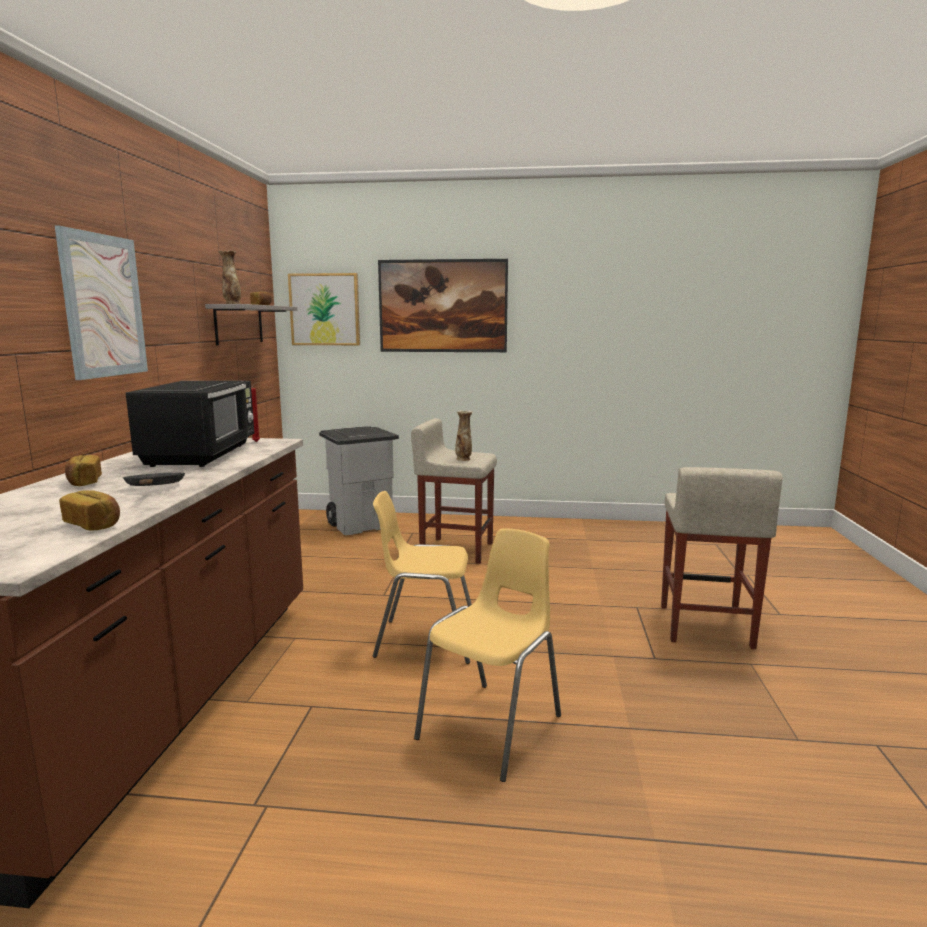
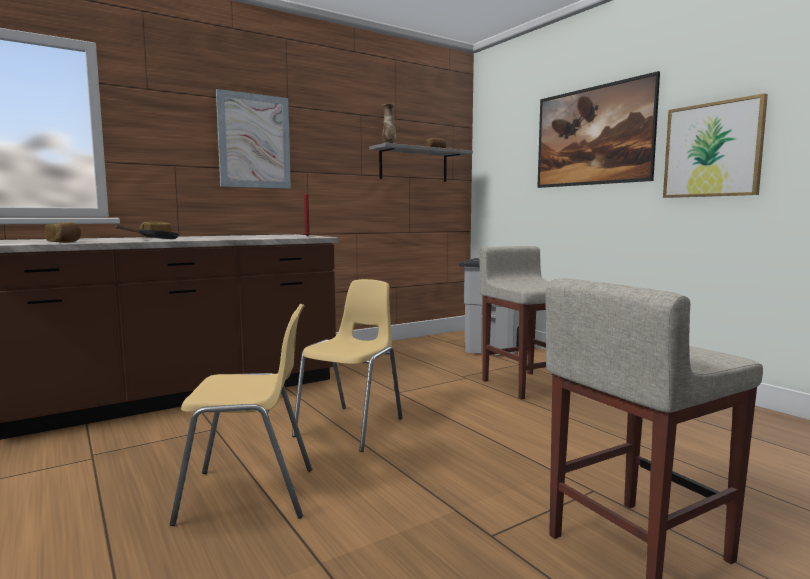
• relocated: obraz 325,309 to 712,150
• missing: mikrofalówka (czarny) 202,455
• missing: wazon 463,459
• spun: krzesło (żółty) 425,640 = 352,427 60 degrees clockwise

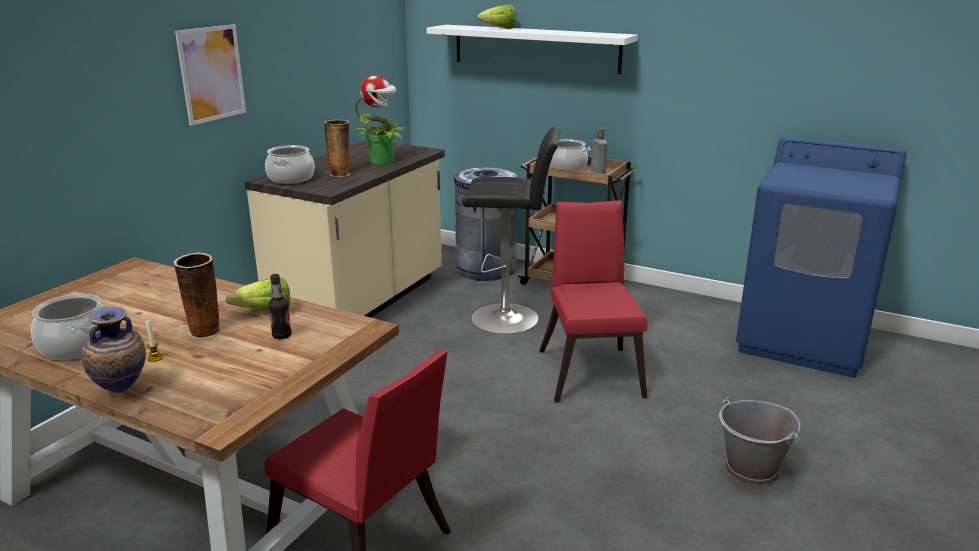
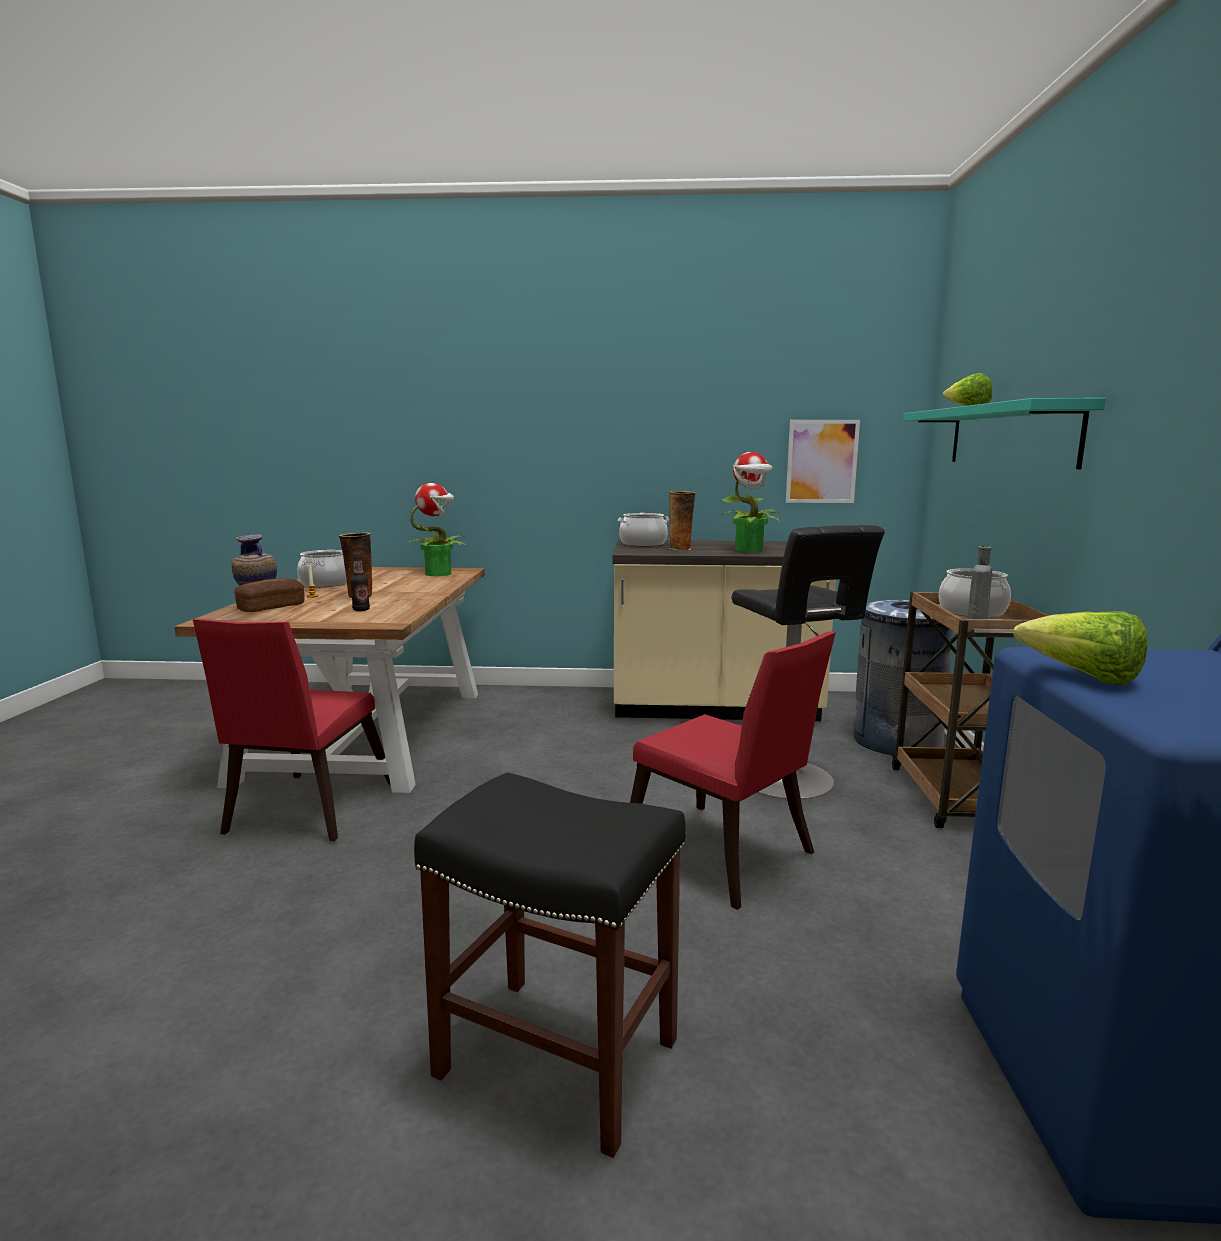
• relocated: obraz 211,74 to 822,461
• colour: półka (biały) 535,48 to półka (turkusowy) 1009,436
• spun: krzesło (czerwony) 590,369 = 724,858 75 degrees clockwise
• relocated: sałata 266,312 to 1082,677
• exchanged: wiadro (szary) 751,472 to stołek (czarny) 554,1057
• appeared: roślina doniczkowa 439,574
• appeared: chleb 271,607

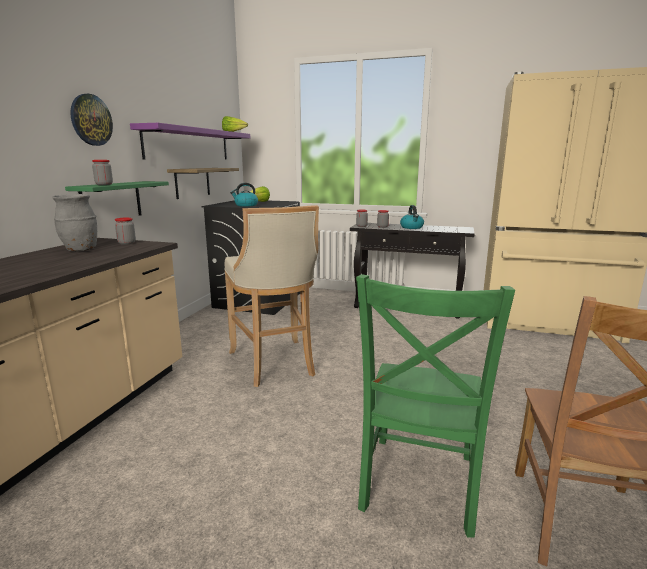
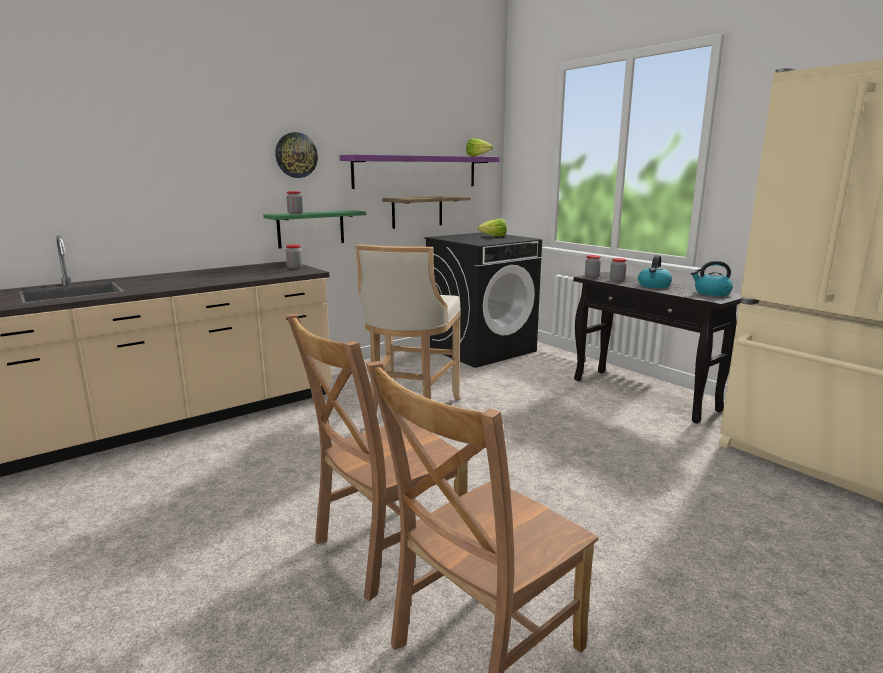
• relocated: czajnik 246,205 to 711,293
• missing: wazon (szary) 81,250
• colour: krzesło (zielony) 418,485 to krzesło (brązowy) 384,548

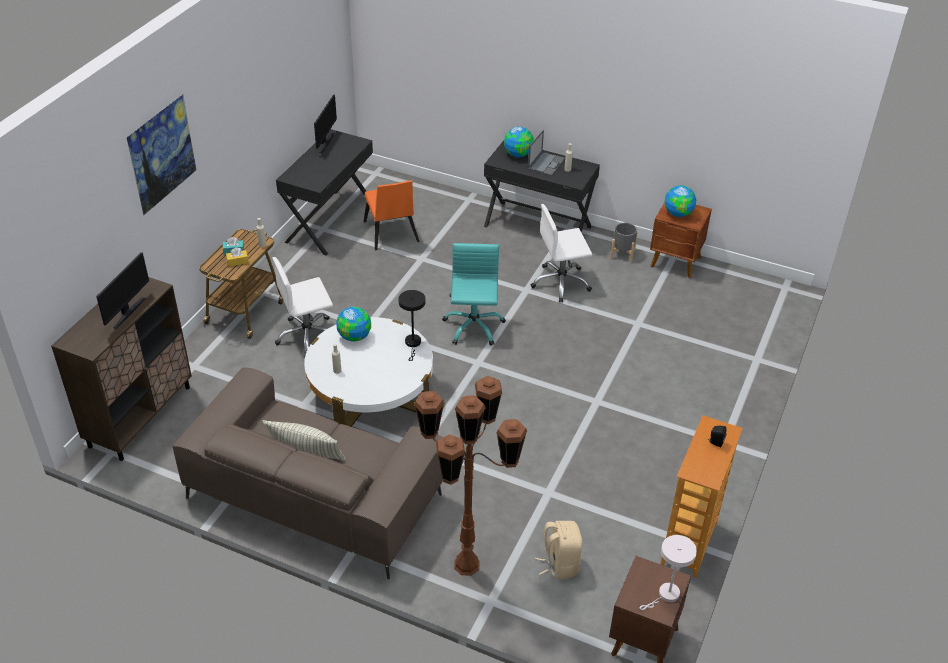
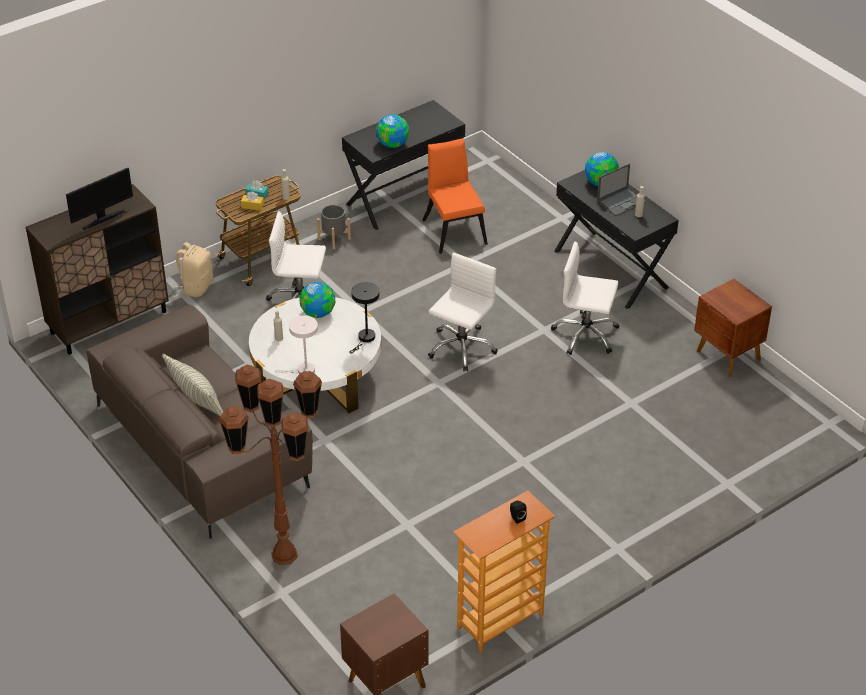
• missing: obraz 166,173
• missing: monitor 325,142
• spun: krzesło (pomarańczowy) 391,234 = 454,229 150 degrees clockwise
• relocated: globus 678,213 to 392,144
• relocated: donica (szary) 622,254 to 334,239
• colour: krzesło biurowe (turkusowy) 473,327 to krzesło biurowe (biały) 461,347
• relocated: plecak (beżowy) 559,564 to 196,287
• relocated: lampa stołowa (biały) 666,595 to 302,371

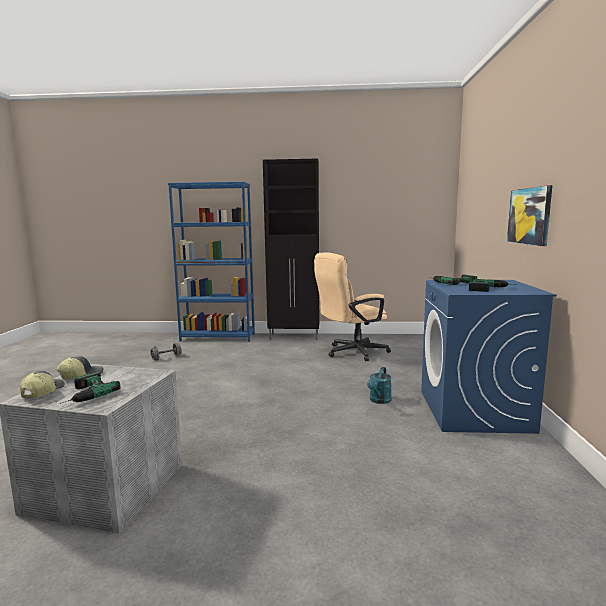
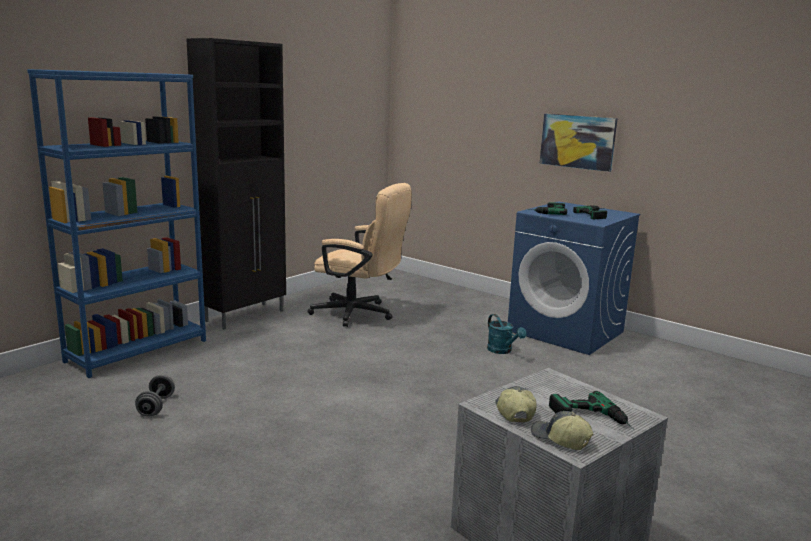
• spun: krzesło biurowe (beżowy) 351,352 = 359,314 75 degrees counterclockwise

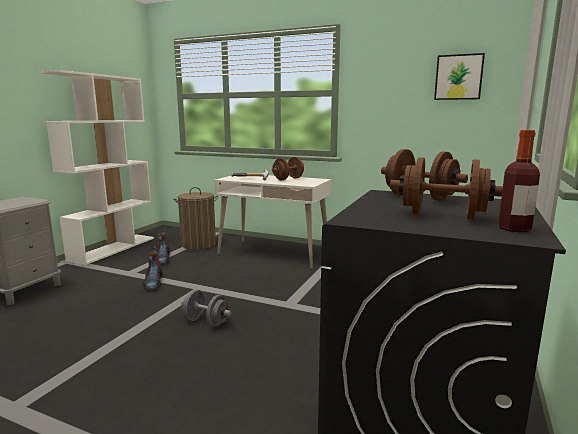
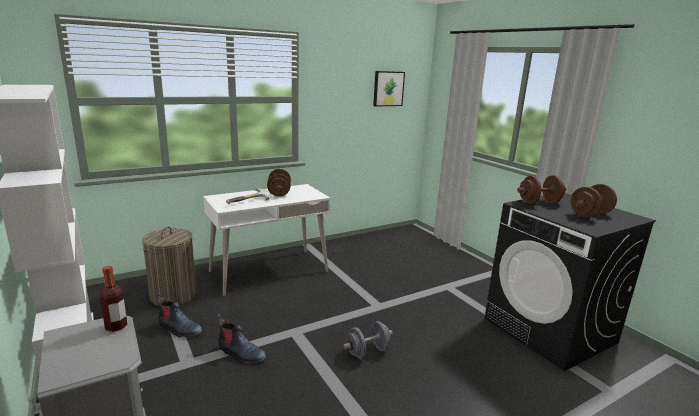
• relocated: butelka 514,229 to 116,326

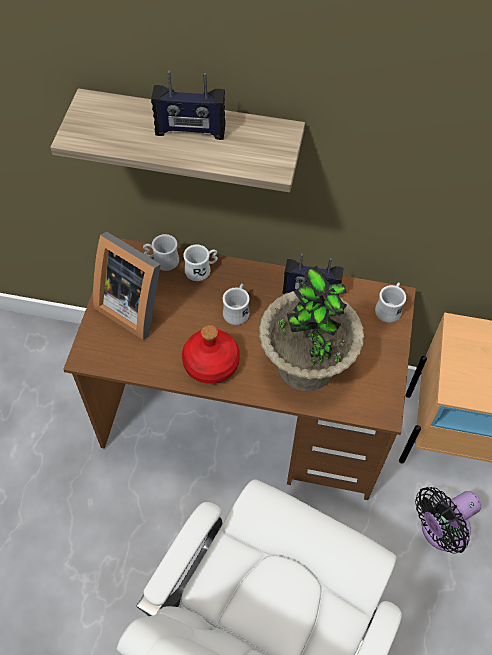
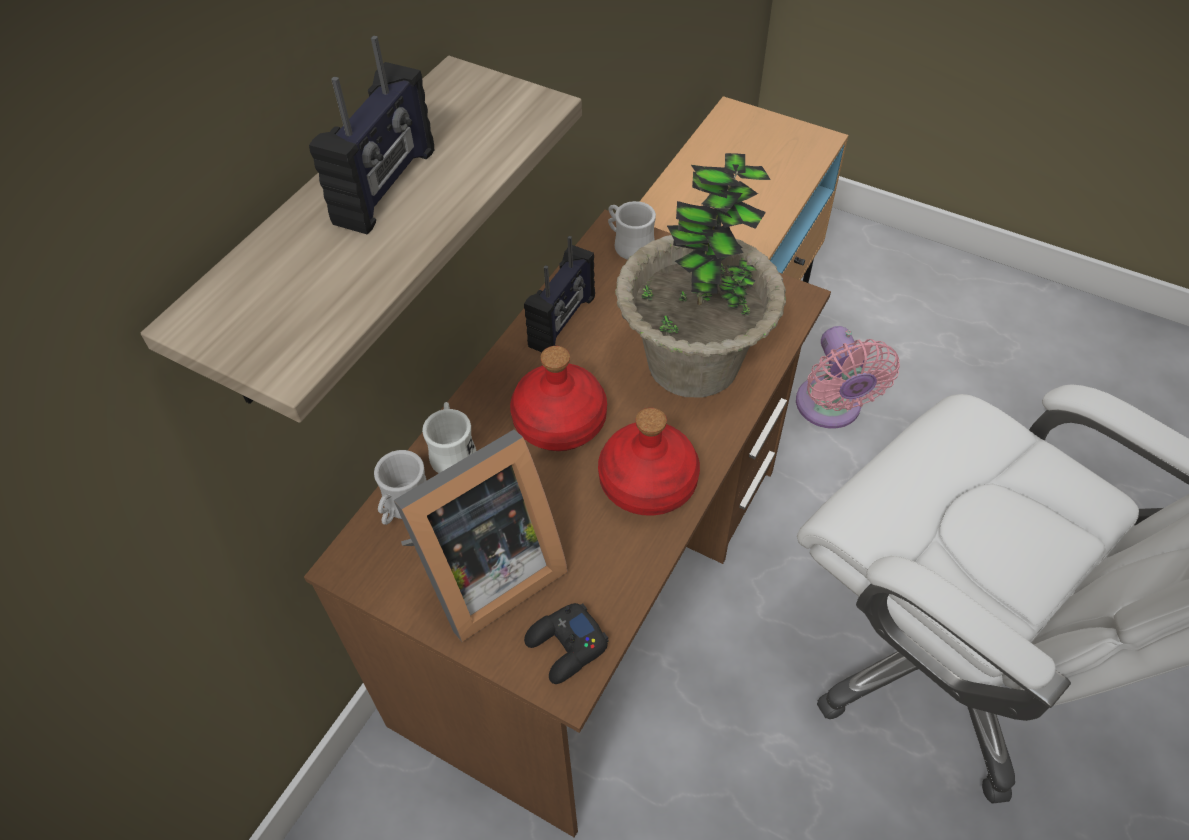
• exchanged: kubek (biały) 237,310 to butelka (czerwony) 558,422
• colour: wentylator (czarny) 440,530 to wentylator (różowy) 830,409
• appeared: pad do gier (czarny) 566,647

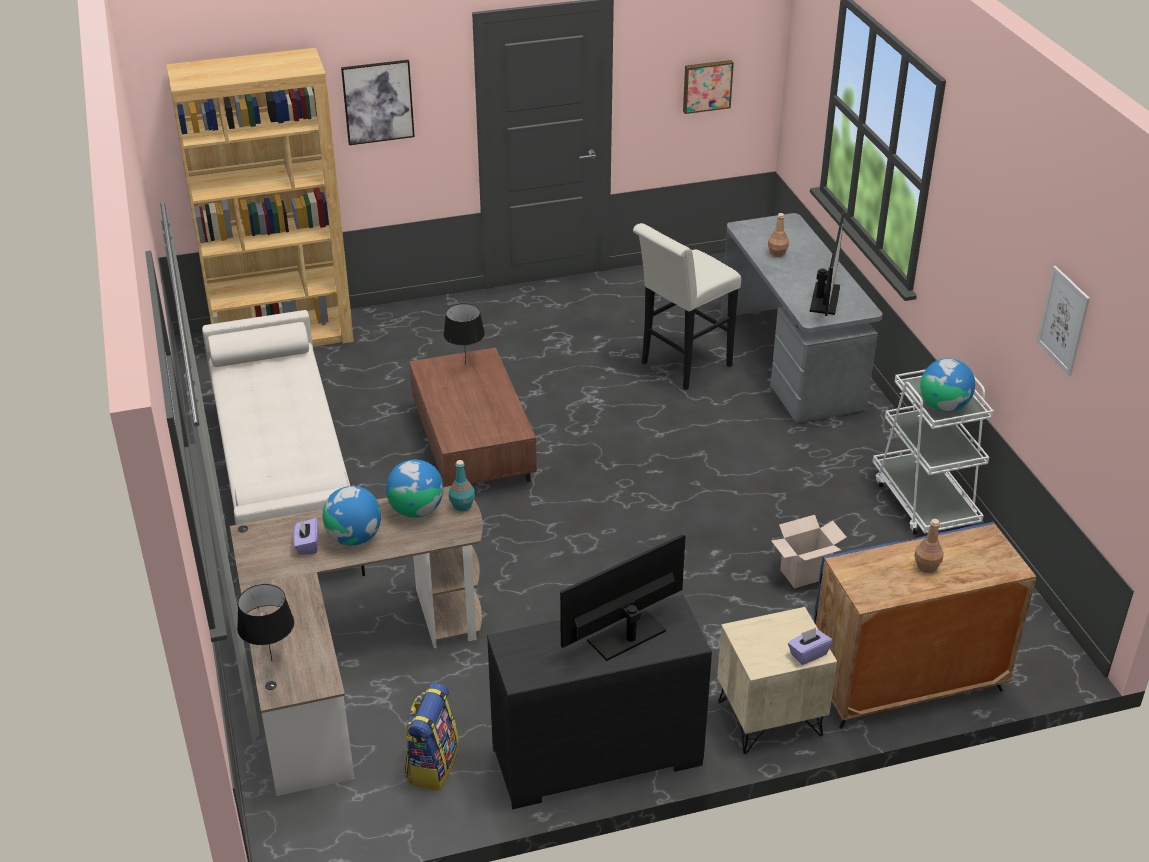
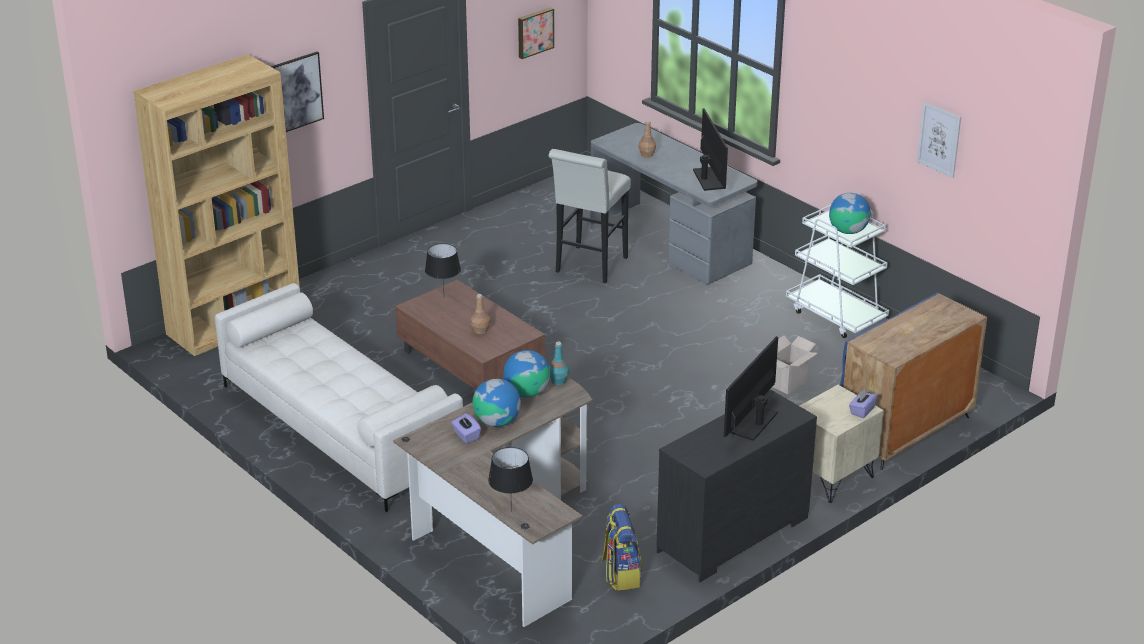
• relocated: butelka (brązowy) 927,566 to 480,330

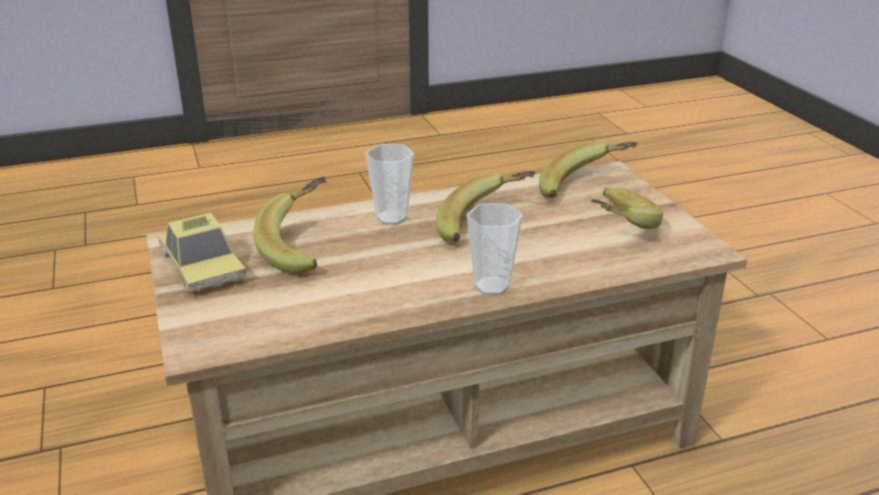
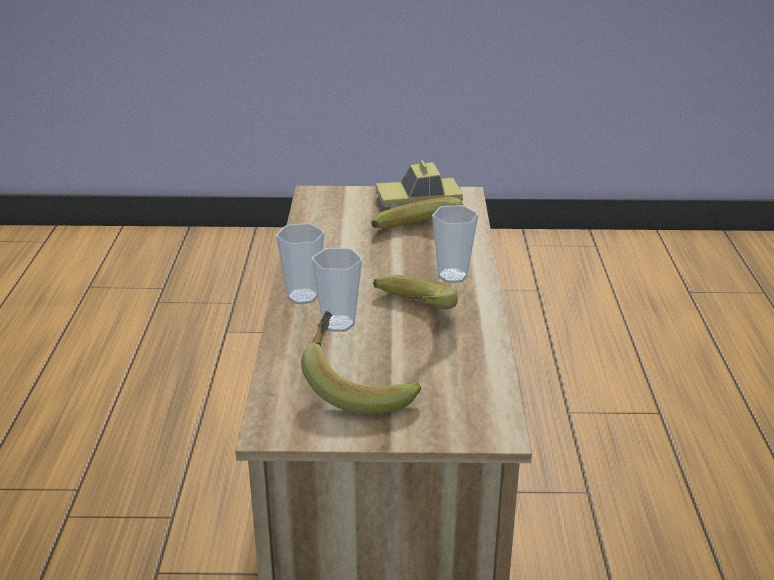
• missing: banan 585,189
• appeared: filiżanka 338,324

